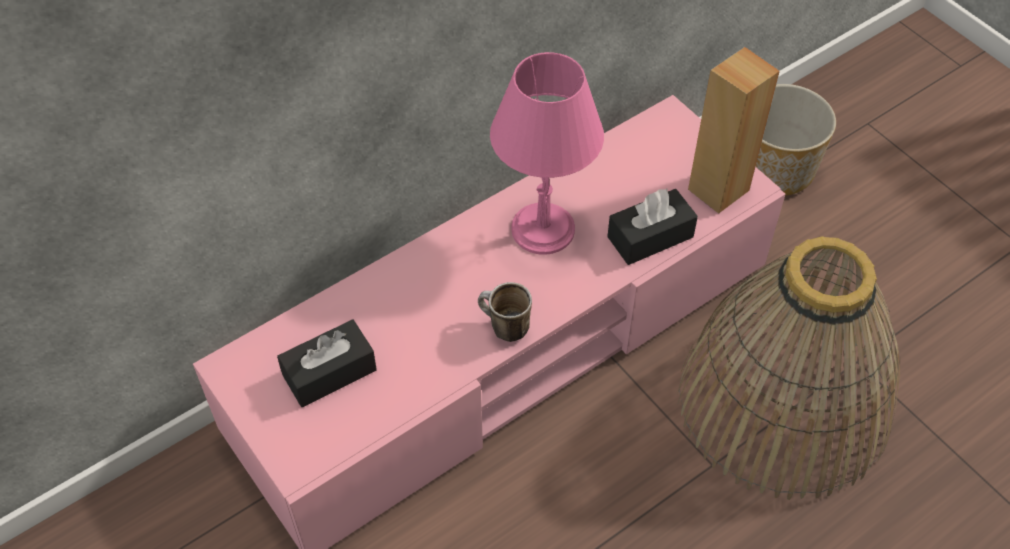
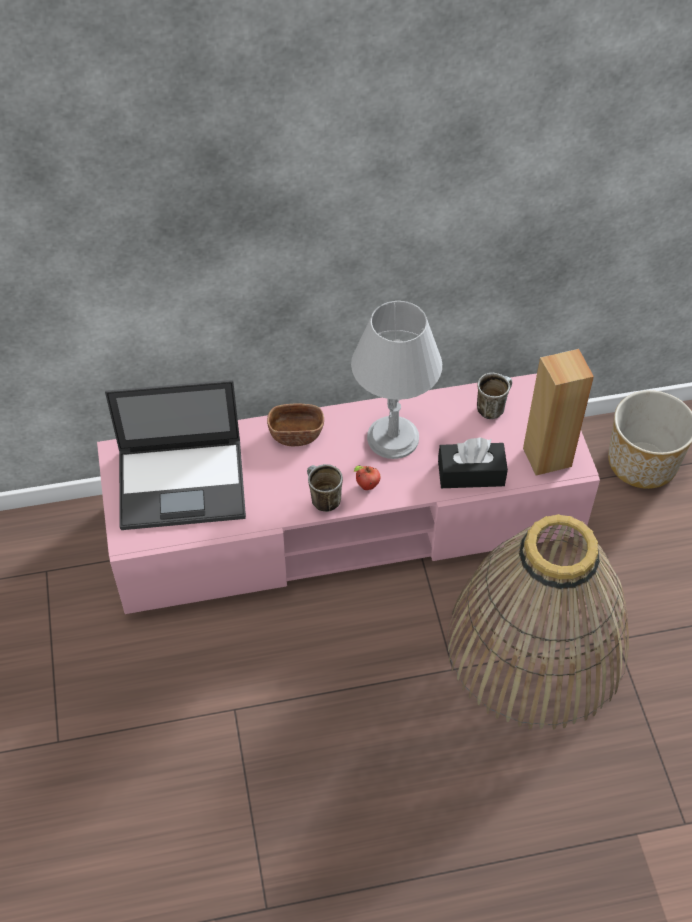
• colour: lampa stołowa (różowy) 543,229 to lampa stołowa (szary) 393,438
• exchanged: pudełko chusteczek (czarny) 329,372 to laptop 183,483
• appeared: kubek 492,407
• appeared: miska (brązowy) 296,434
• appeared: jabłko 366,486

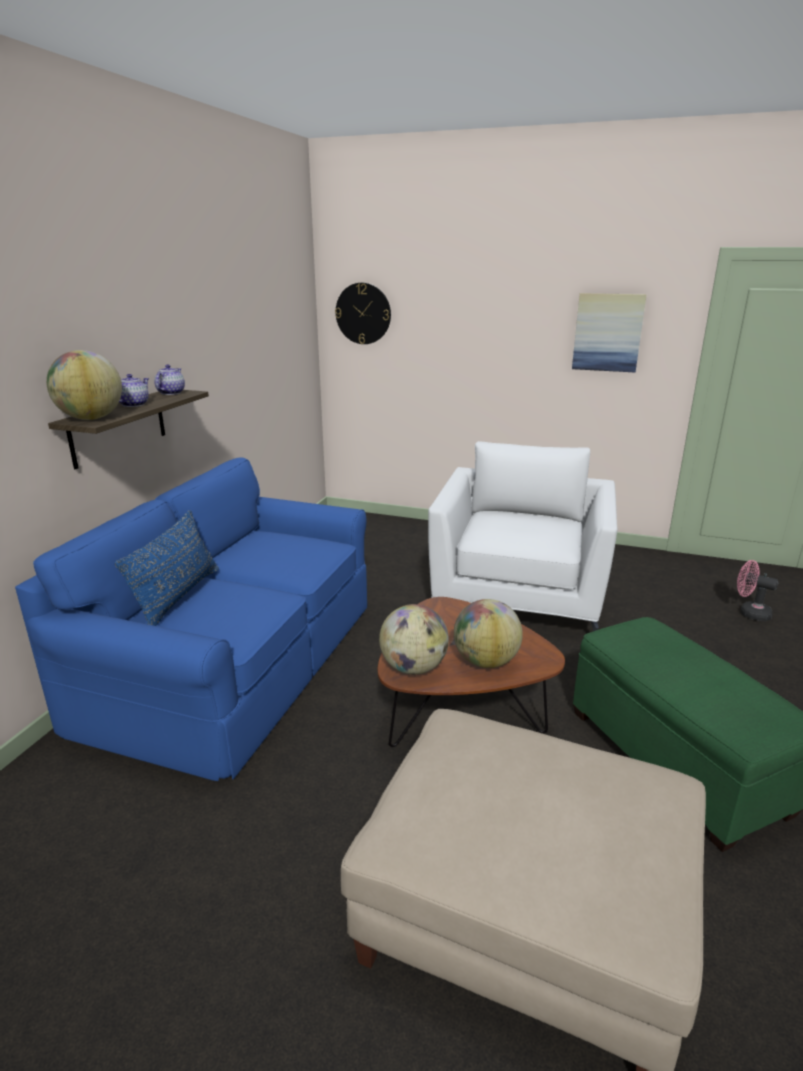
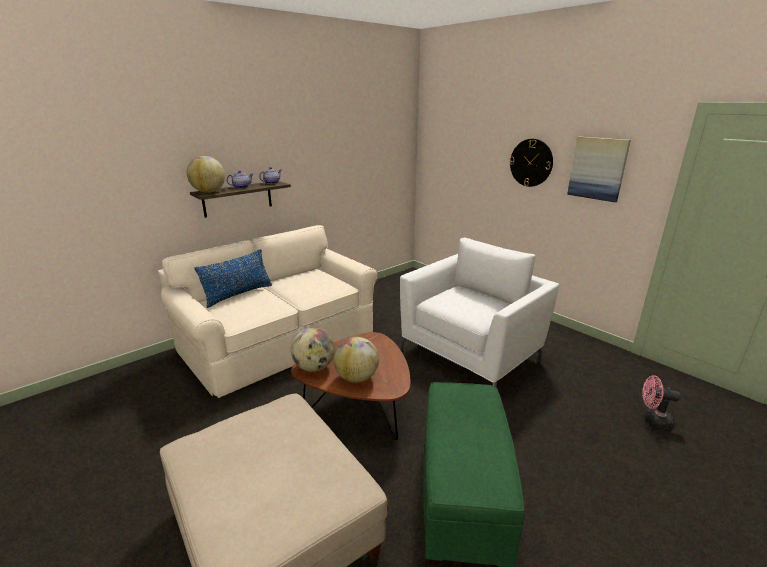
• relocated: zegar ścienny 363,313 to 531,162
• colour: kanapa (niebieski) 236,660 to kanapa (beżowy) 279,340
• spun: wentylator (różowy) 749,613 = 653,419 45 degrees counterclockwise

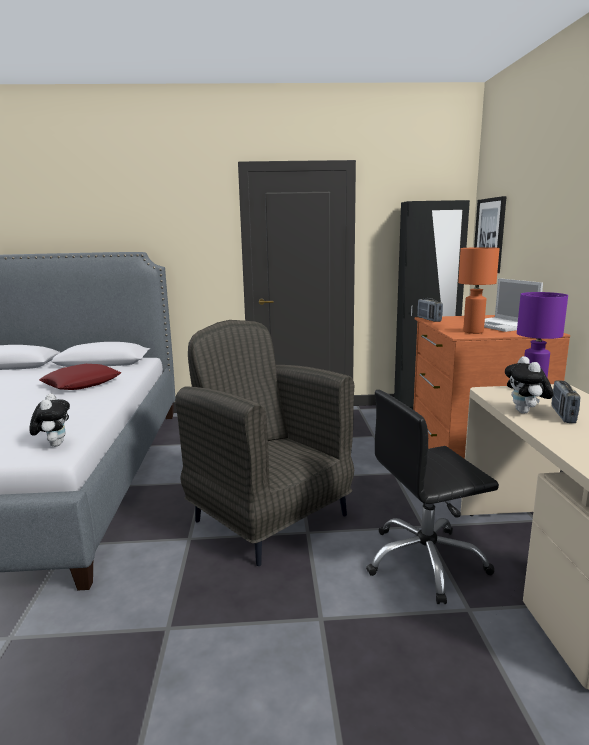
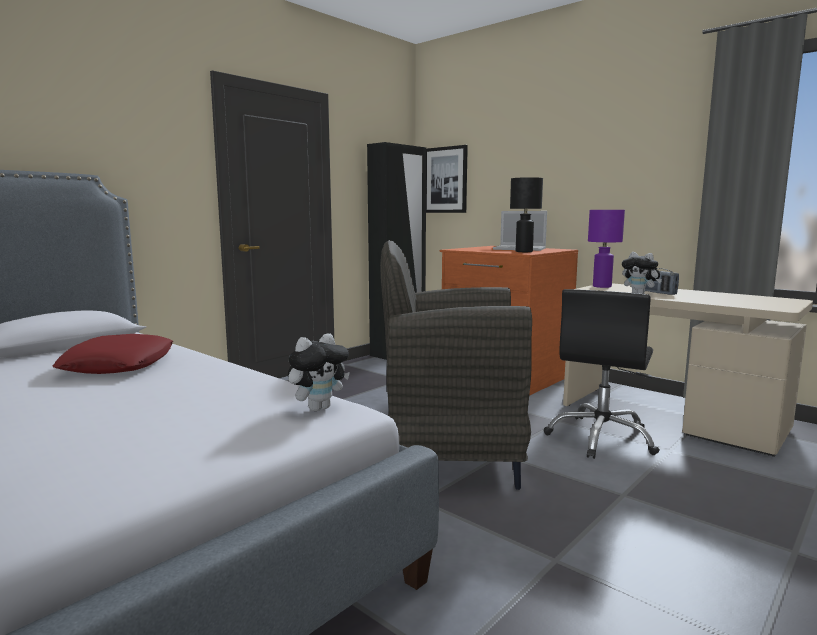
• colour: lampa stołowa (pomarańczowy) 472,332 to lampa stołowa (czarny) 523,252
• missing: radio 429,319
• spun: pluszak 54,444 = 318,408 105 degrees clockwise

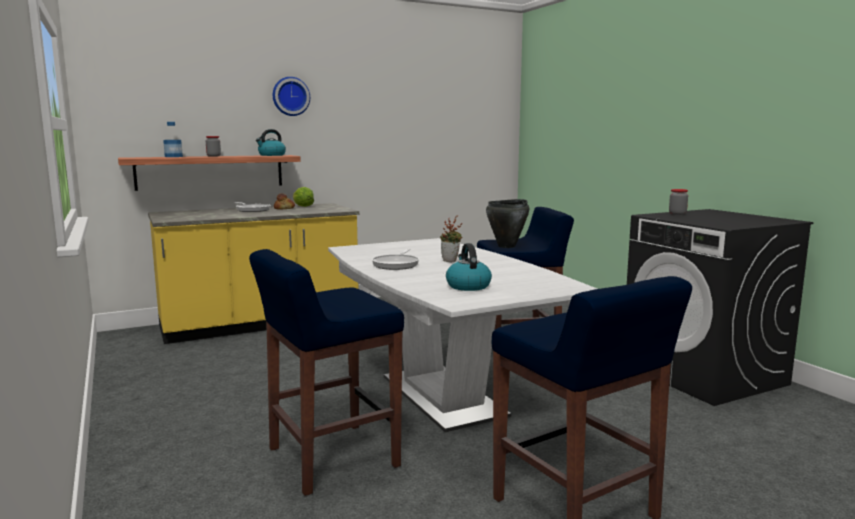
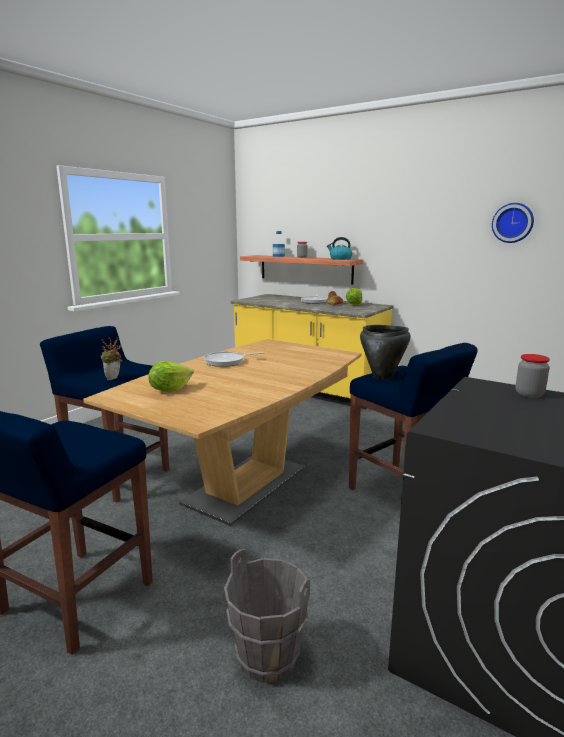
• relocated: zegar ścienny 290,96 to 513,223
• relocated: roślina doniczkowa 451,261 to 113,379
• colour: stół jadalny (biały) 442,396 to stół jadalny (brązowy) 246,485
• exchanged: czajnik 467,286 to sałata 170,389
• appeared: wiadro (szary) 267,658

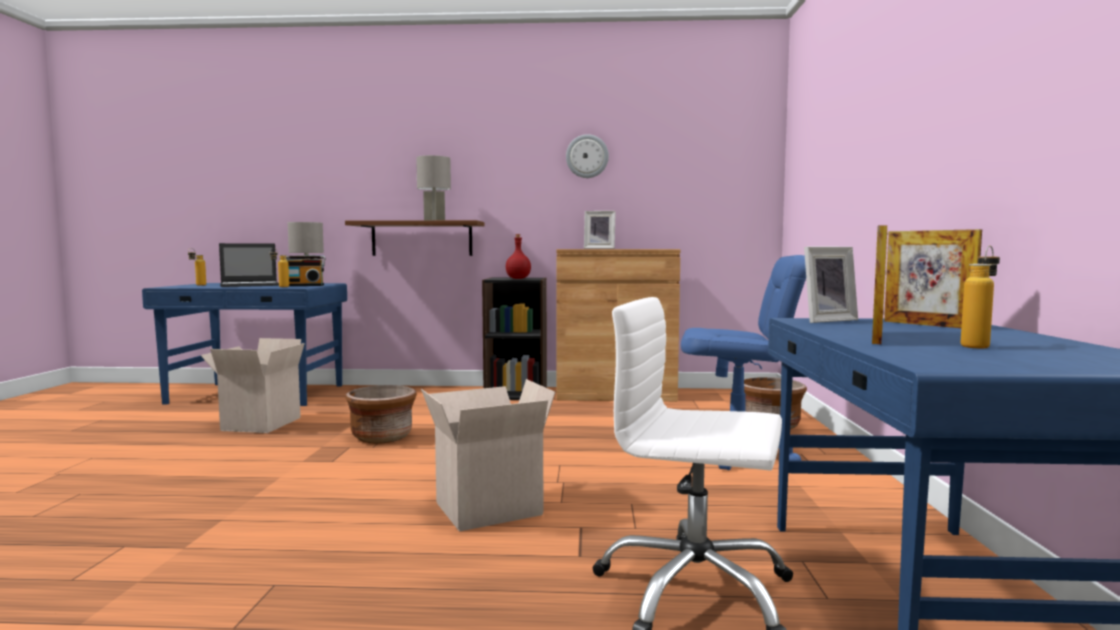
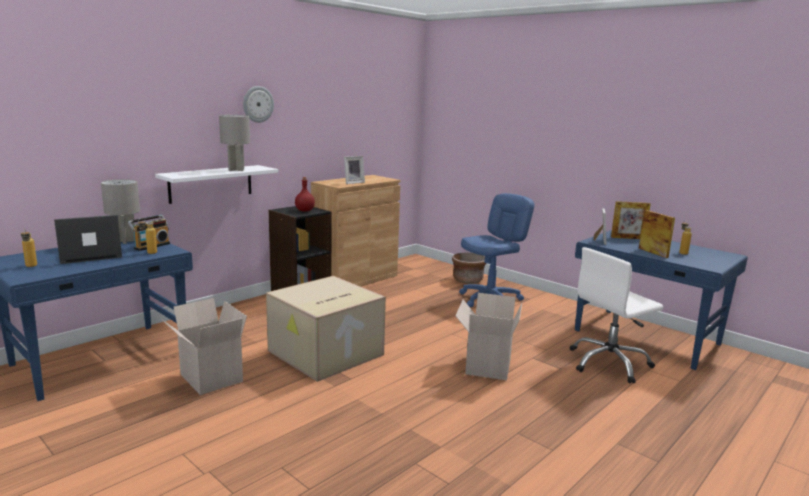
• relocated: zegar ścienny 587,156 to 258,104
• colour: półka (brązowy) 422,239 to półka (biały) 211,183
• spun: laptop 250,285 = 89,255 135 degrees counterclockwise
• exchanged: donica (brązowy) 382,437 to karton 325,353

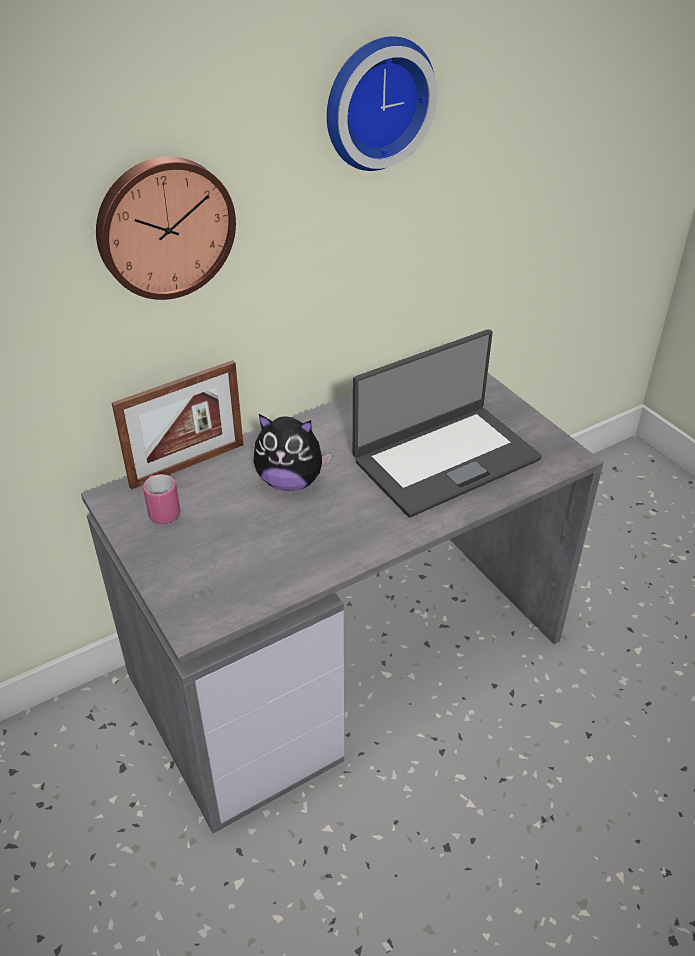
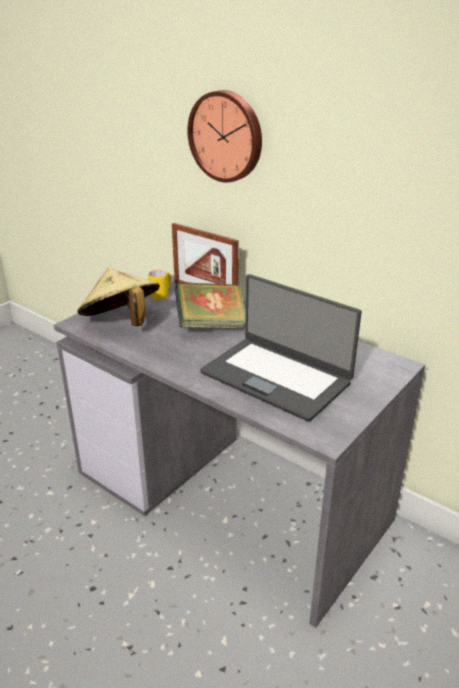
• missing: zegar ścienny 375,102
• exchanged: pluszak 290,481 to książka 211,325
• colour: kubek (różowy) 162,511 to kubek (żółty) 161,294
• appeared: kapelusz (beżowy) 121,323

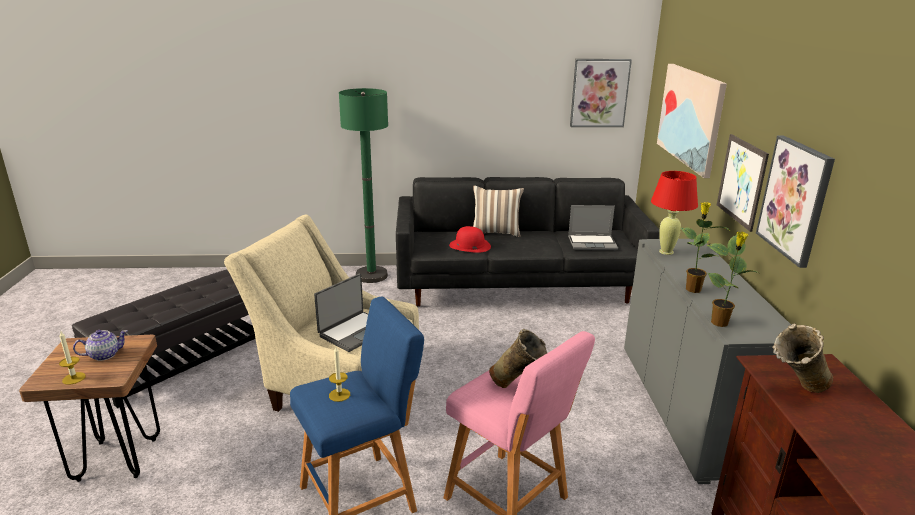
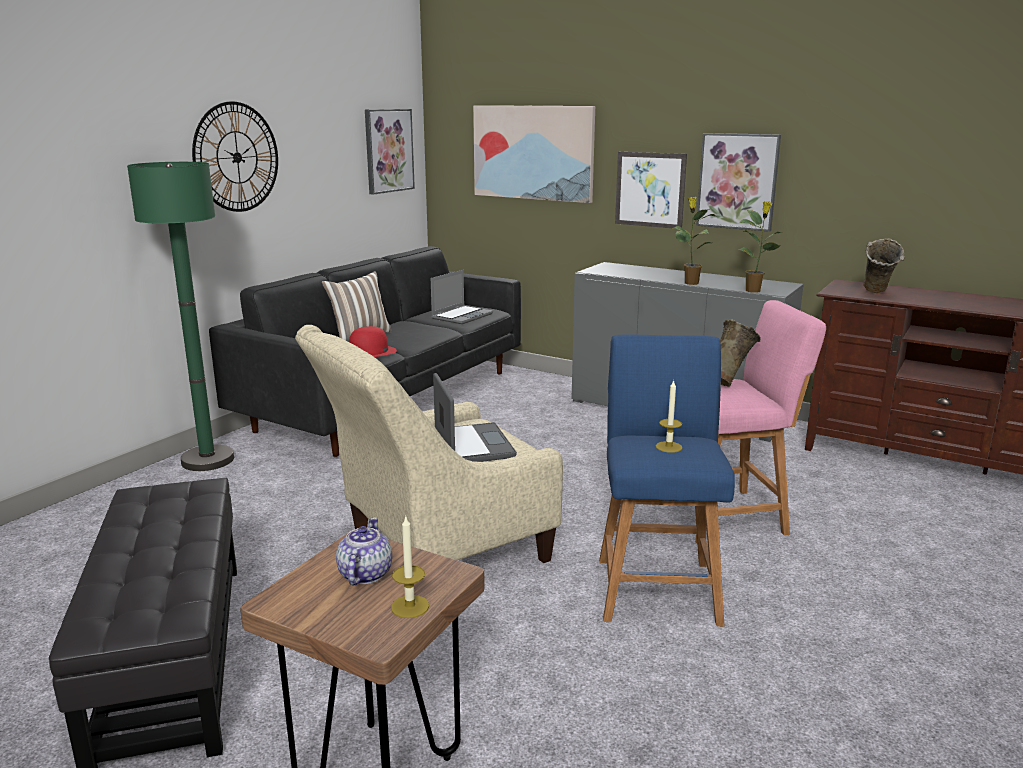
• missing: lampa stołowa (czerwony) 666,252
• appeared: zegar ścienny 237,157

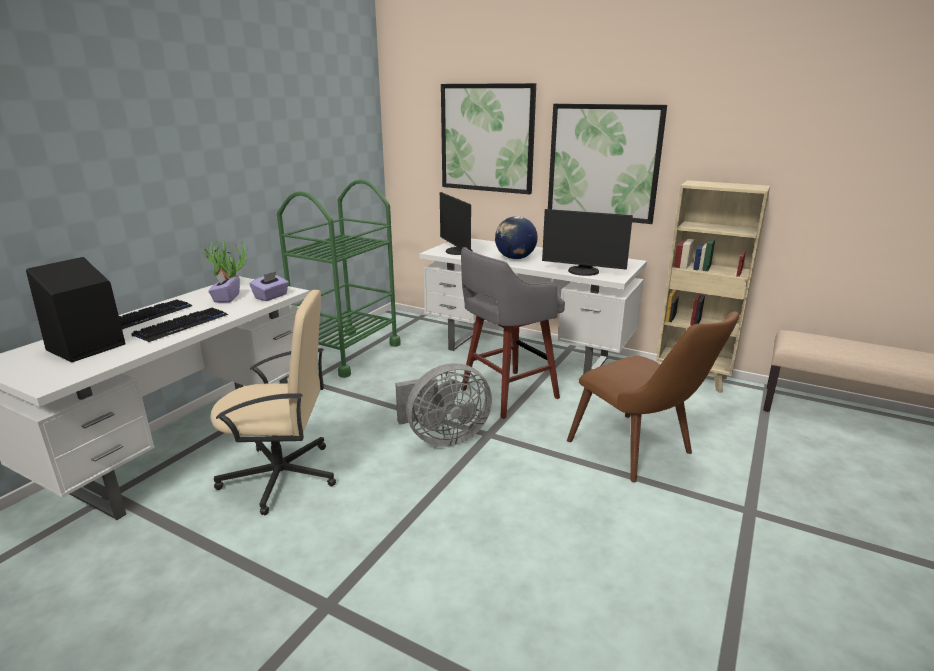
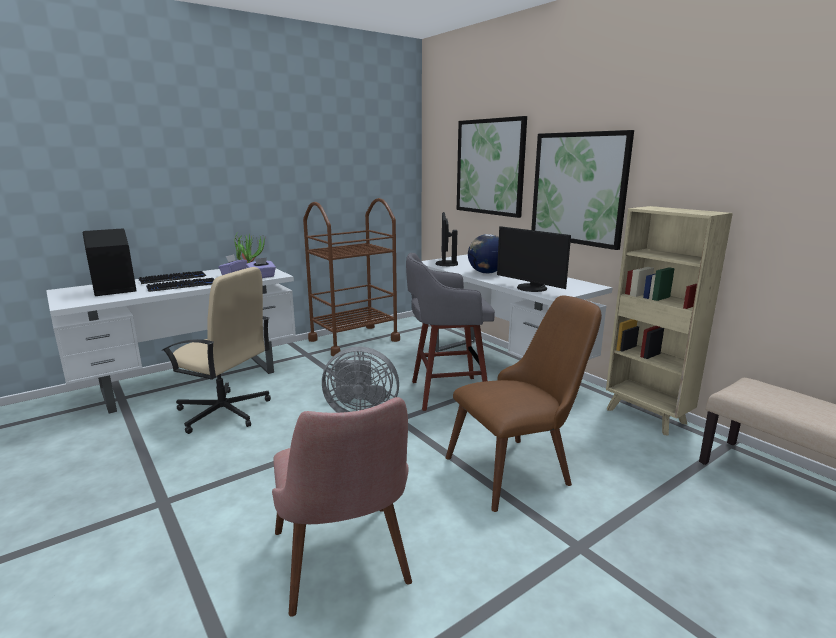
• colour: wózek (zielony) 347,353 to wózek (brązowy) 354,340
• spun: krzesło (brązowy) 641,453 = 520,467 105 degrees counterclockwise
• appeared: krzesło (różowy) 346,570

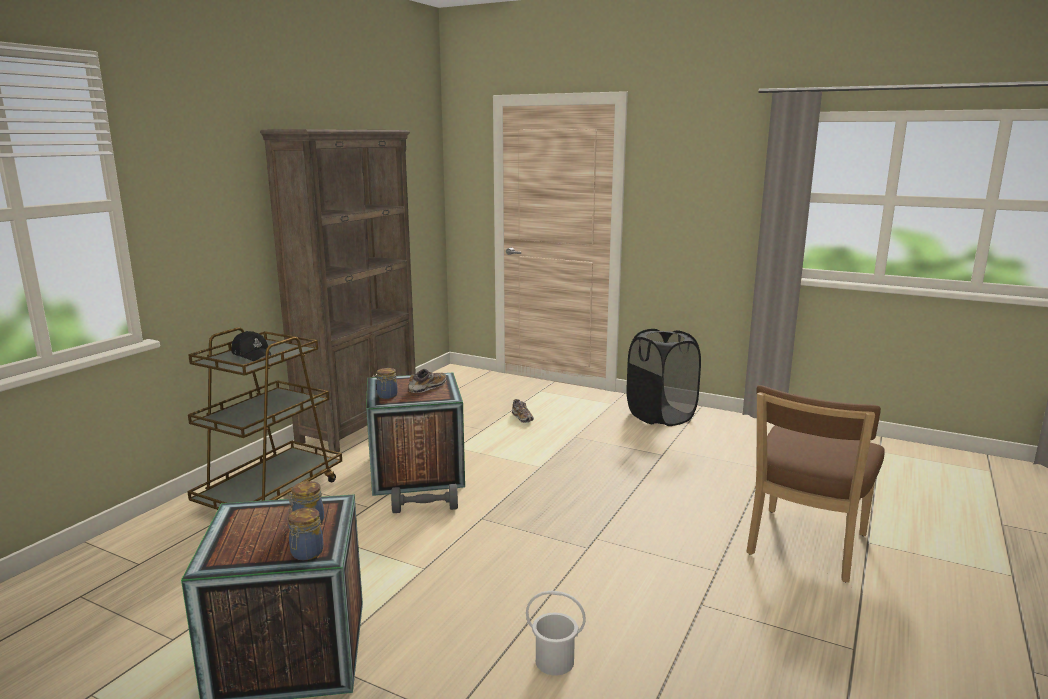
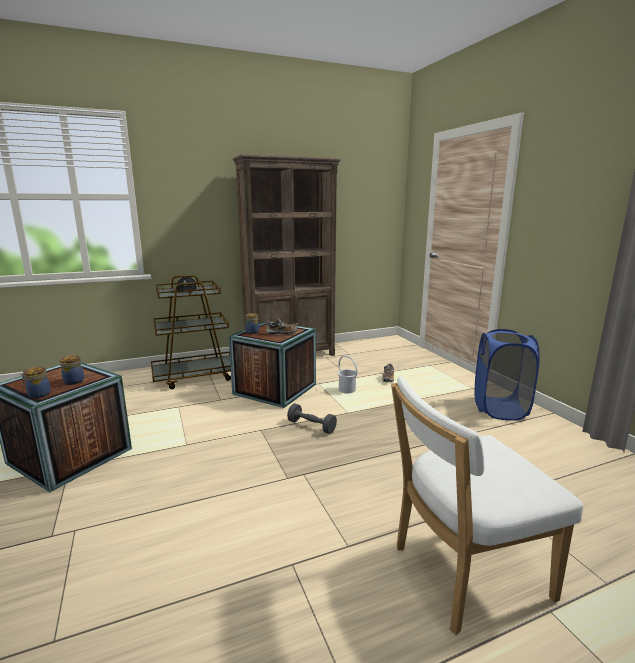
• colour: kosz na pranie (czarny) 660,416 to kosz na pranie (niebieski) 500,409
• colour: krzesło (brązowy) 804,547 to krzesło (biały) 463,573
• relocated: hantel (szary) 425,509 to 311,426
• relocated: wiadro (biały) 554,661 to 347,389

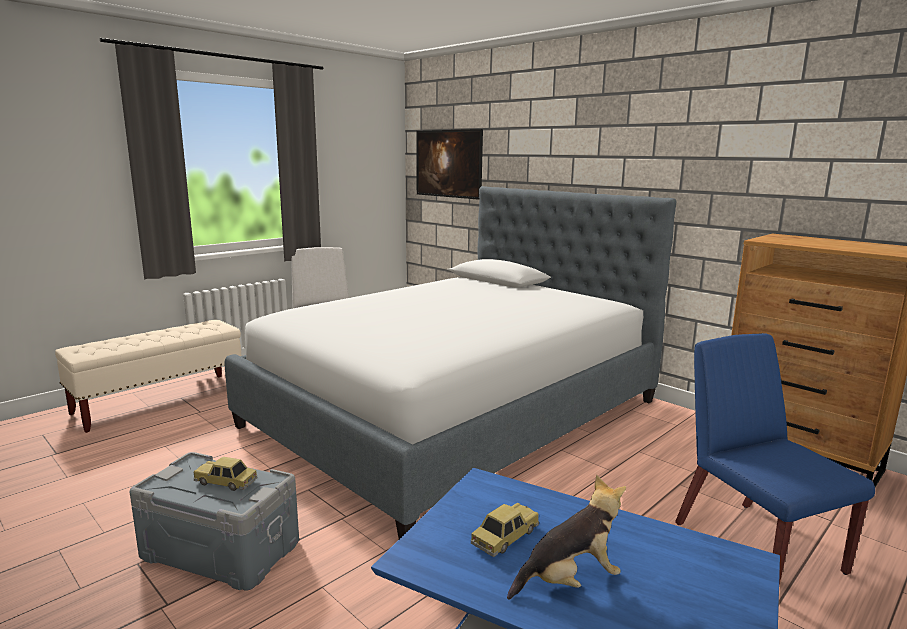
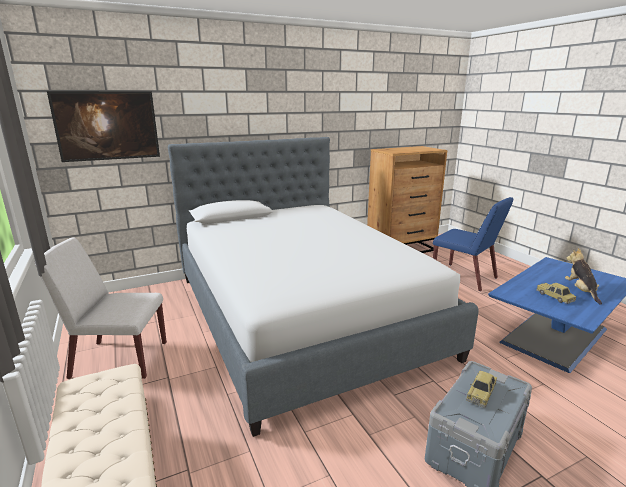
• spun: krzesło (niebieski) 755,546 = 465,277 135 degrees counterclockwise

